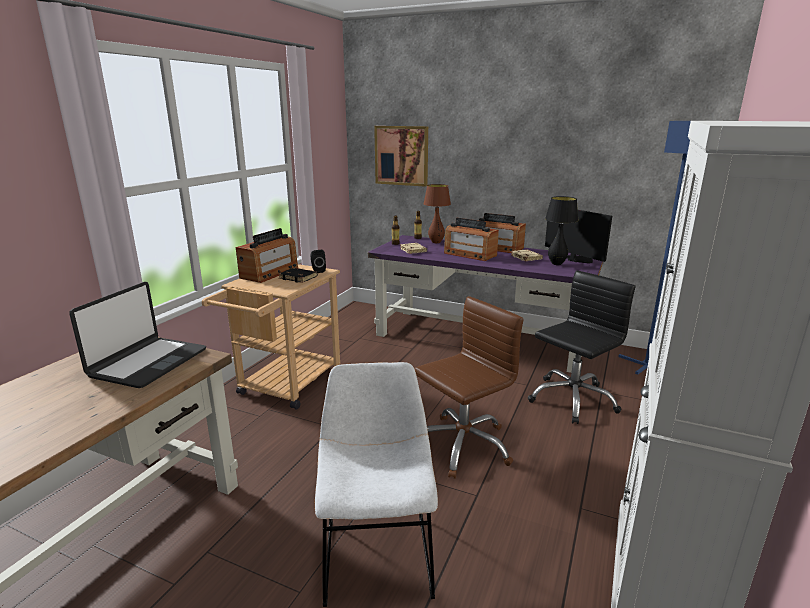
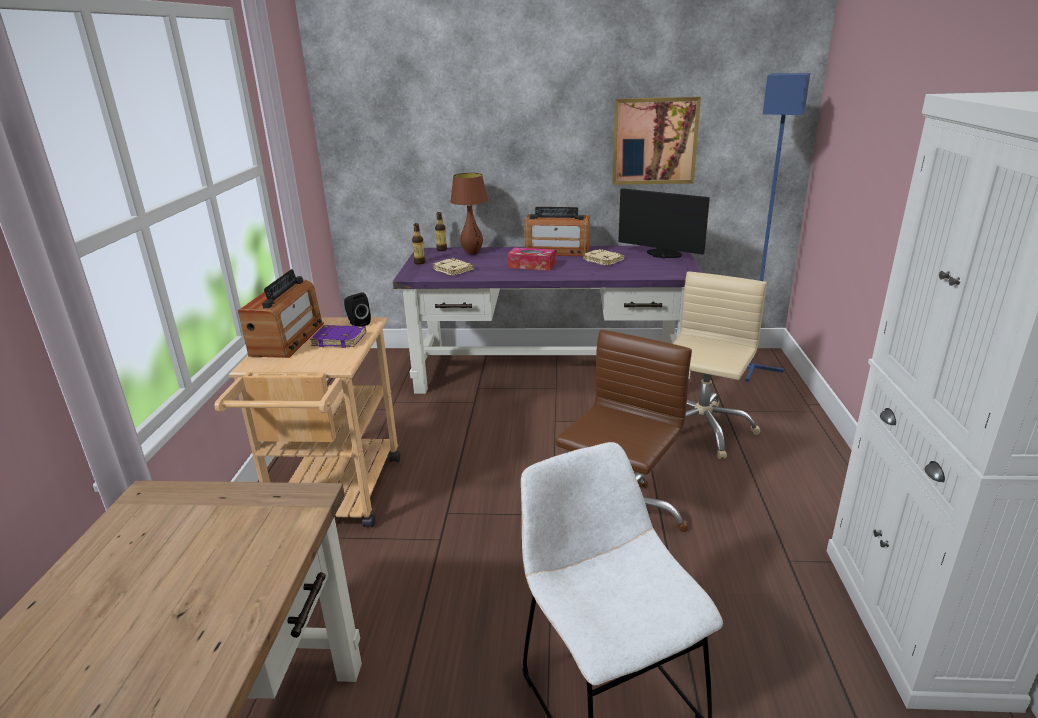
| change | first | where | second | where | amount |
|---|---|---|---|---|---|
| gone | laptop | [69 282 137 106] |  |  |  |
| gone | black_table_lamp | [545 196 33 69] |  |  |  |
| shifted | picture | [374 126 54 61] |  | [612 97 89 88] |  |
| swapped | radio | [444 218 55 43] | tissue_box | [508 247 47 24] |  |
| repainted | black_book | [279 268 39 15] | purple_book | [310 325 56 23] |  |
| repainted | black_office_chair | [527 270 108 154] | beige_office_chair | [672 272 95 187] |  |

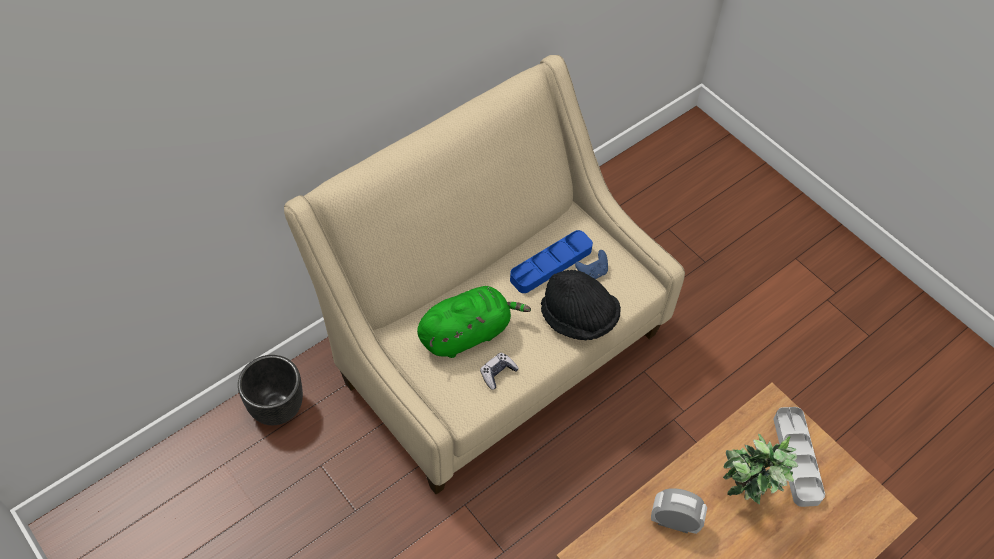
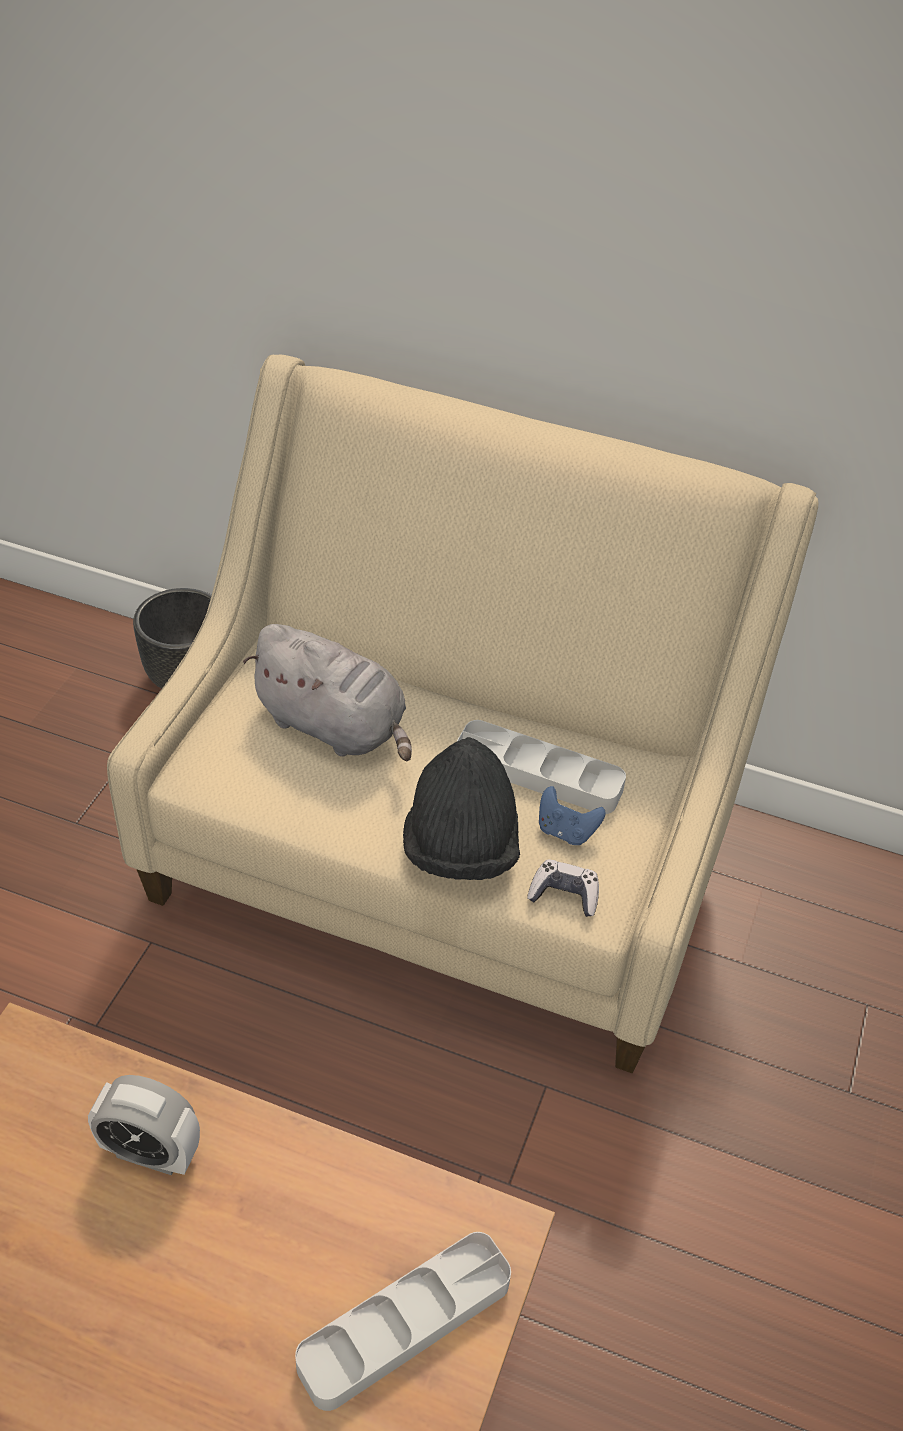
| change | first | where | second | where | amount |
|---|---|---|---|---|---|
| gone | potted_plant | [723 434 75 70] |  |  |  |
| shifted | game_controller | [480 353 39 37] |  | [527 860 72 57] |  |
| repainted | green_plush_toy | [417 286 114 72] | grey_plush_toy | [243 624 169 137] |  |
| repainted | blue_tray | [510 230 83 63] | grey_tray | [457 720 169 94] |  |
| rotated | alarm_clock | [651 488 56 46] |  | [88 1075 112 100] | 120 degrees clockwise |

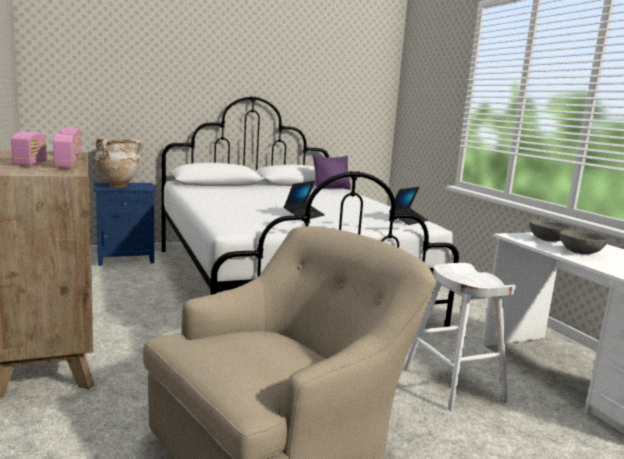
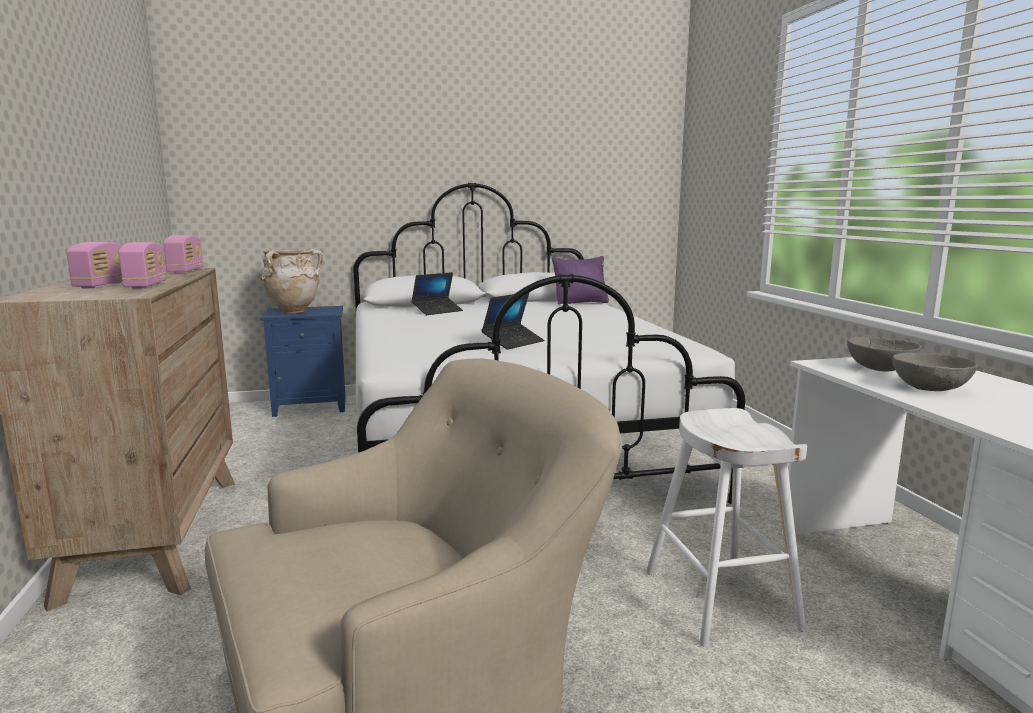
| change | first | where | second | where | amount |
|---|---|---|---|---|---|
| shifted | laptop | [389 187 39 38] |  | [411 272 52 43] |  |

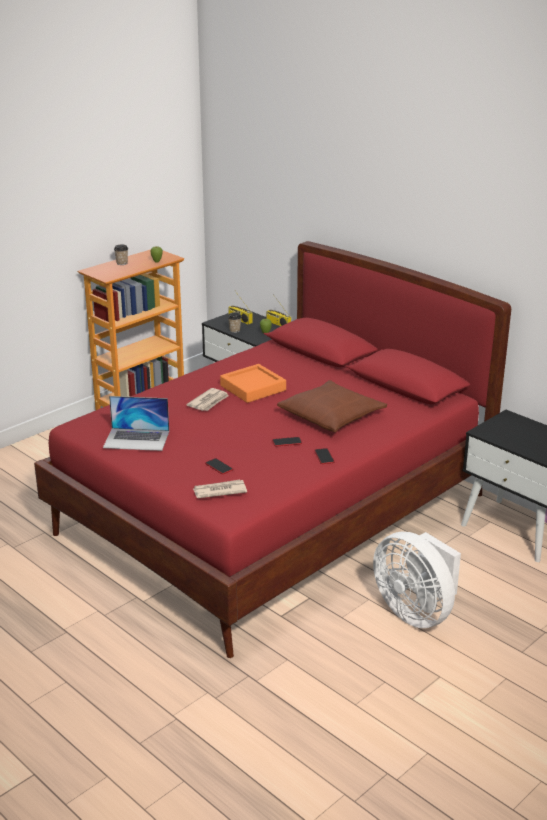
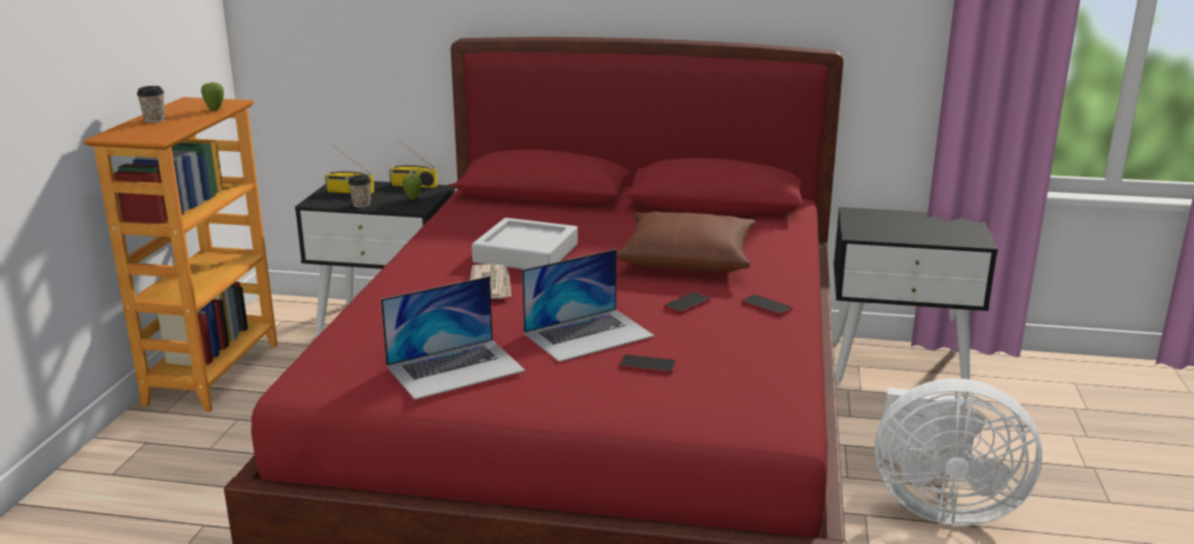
| change | first | where | second | where | amount |
|---|---|---|---|---|---|
| gone | newspaper | [193 480 54 18] |  |  |  |
| new |  |  | laptop | [522 249 132 113] |  |
| repainted | orange_tray | [220 364 66 39] | grey_tray | [472 218 106 51] |  |

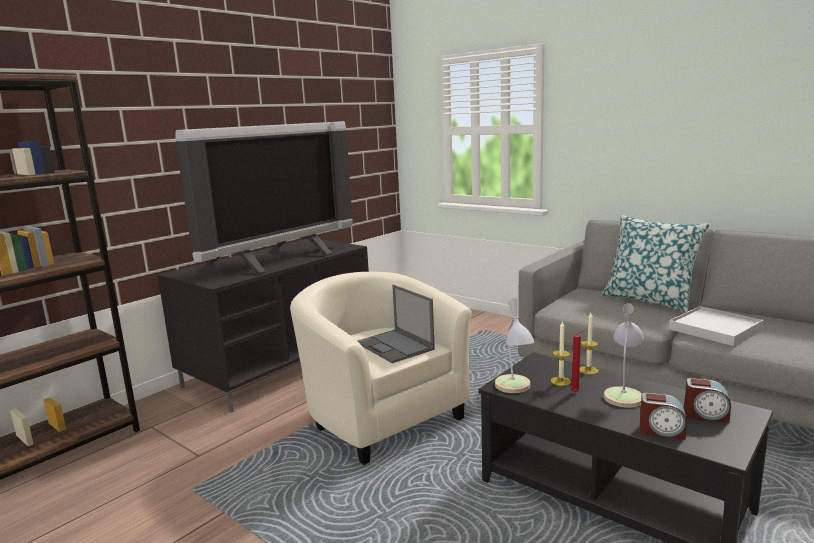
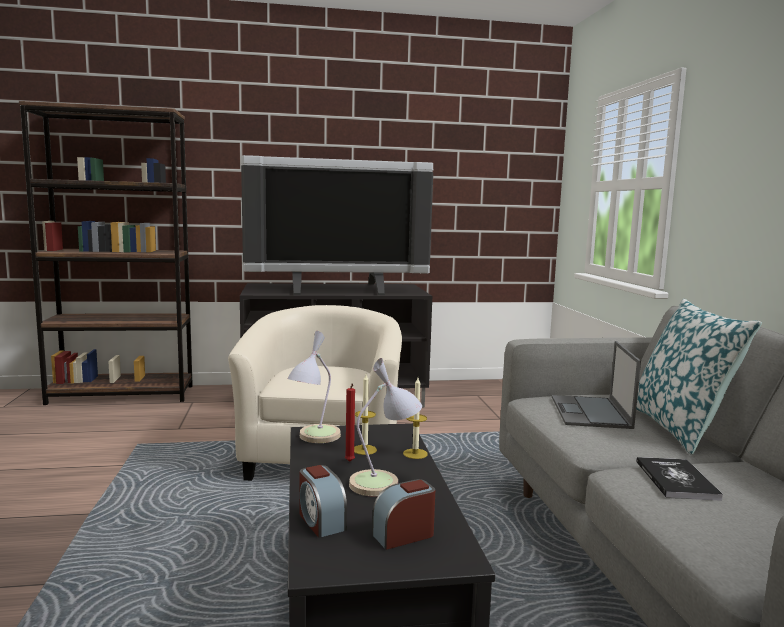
| change | first | where | second | where | amount |
|---|---|---|---|---|---|
| shifted | laptop | [357 285 78 78] |  | [552 341 89 88] |  |
| swapped | white_tray | [669 306 95 40] | book | [636 457 87 44] |  |
| rotated | alarm_clock | [684 378 47 45] |  | [372 479 63 71] | 90 degrees clockwise |

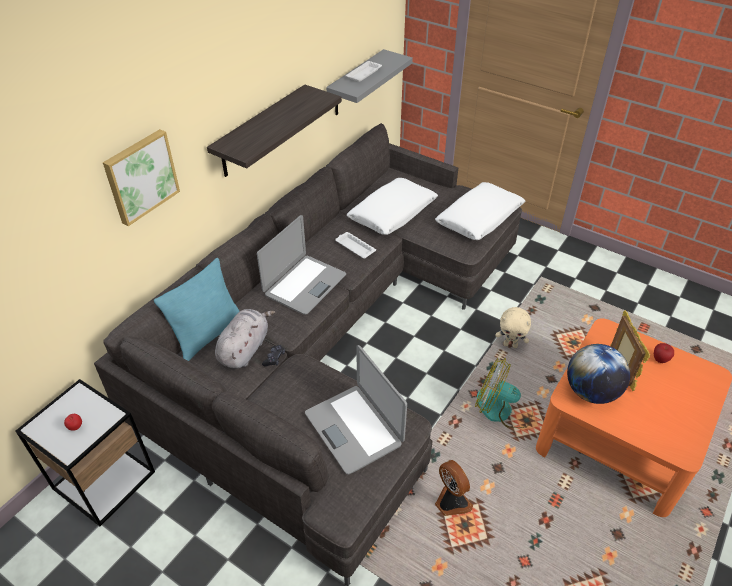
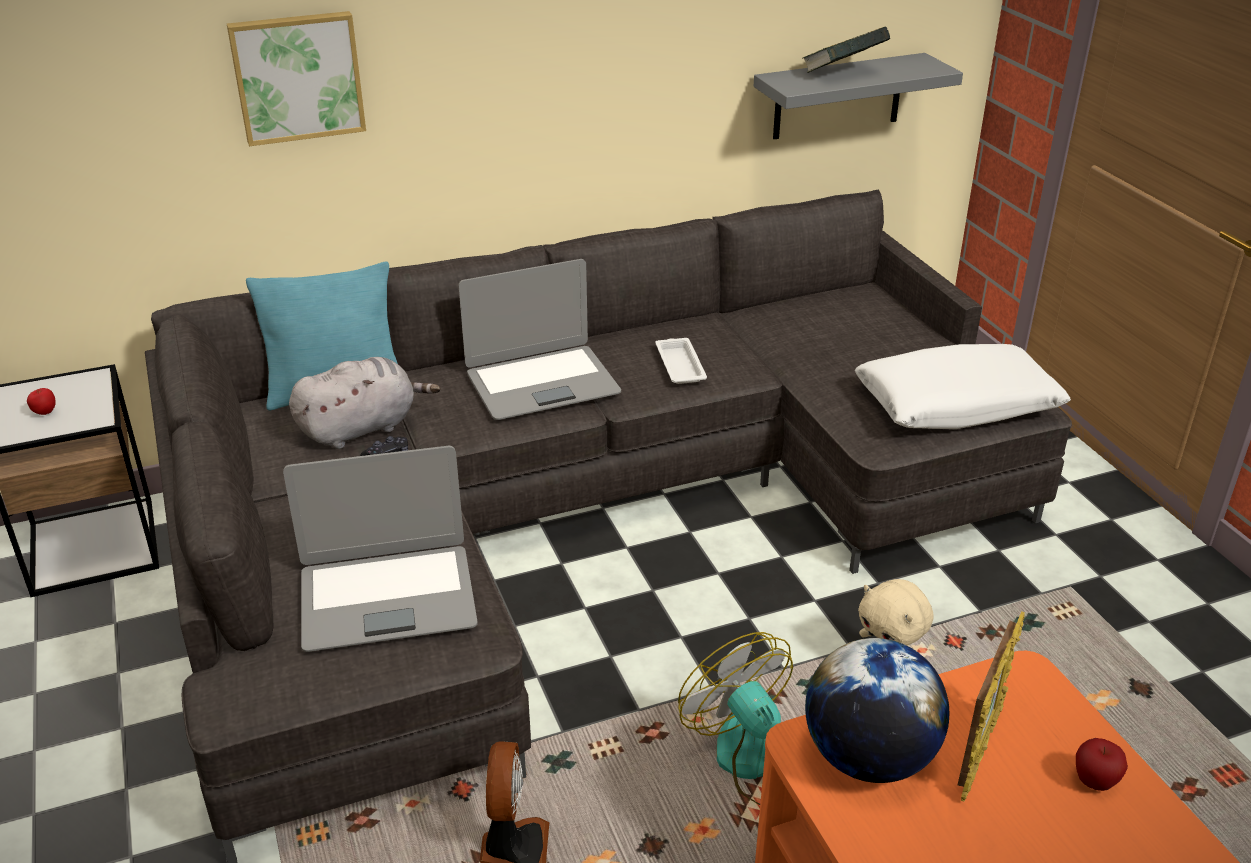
| change | first | where | second | where | amount |
|---|---|---|---|---|---|
| gone | shelf | [207 84 135 93] |  |  |  |
| gone | white_pillow | [347 178 91 57] |  |  |  |
| swapped | white_tray | [346 61 36 21] | book | [802 27 89 46] |  |
| rotated | laptop | [305 345 102 129] |  | [283 446 195 206] | 105 degrees counterclockwise |

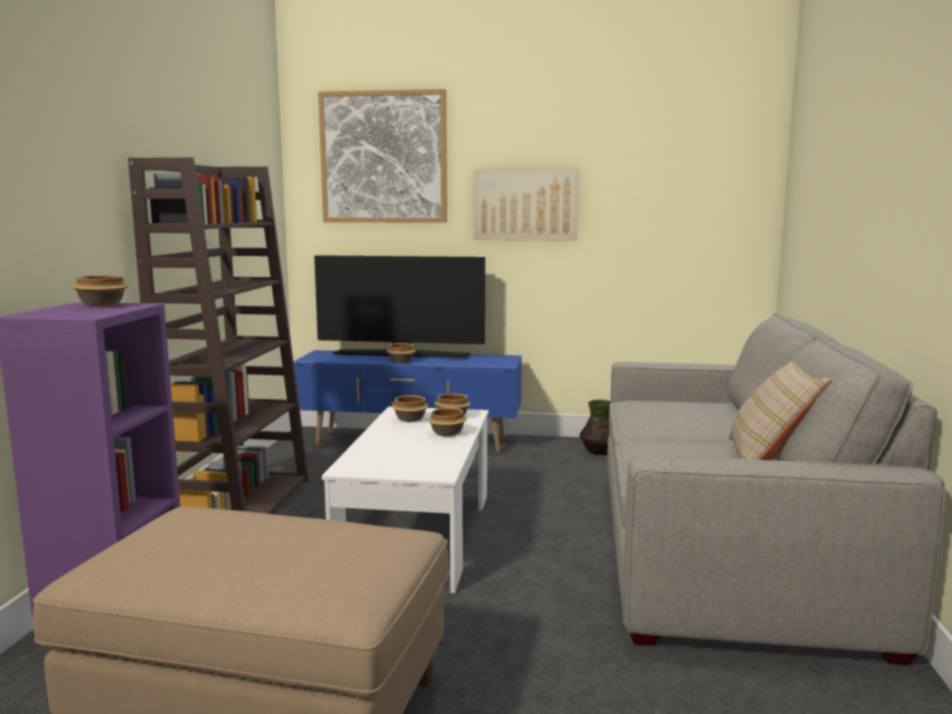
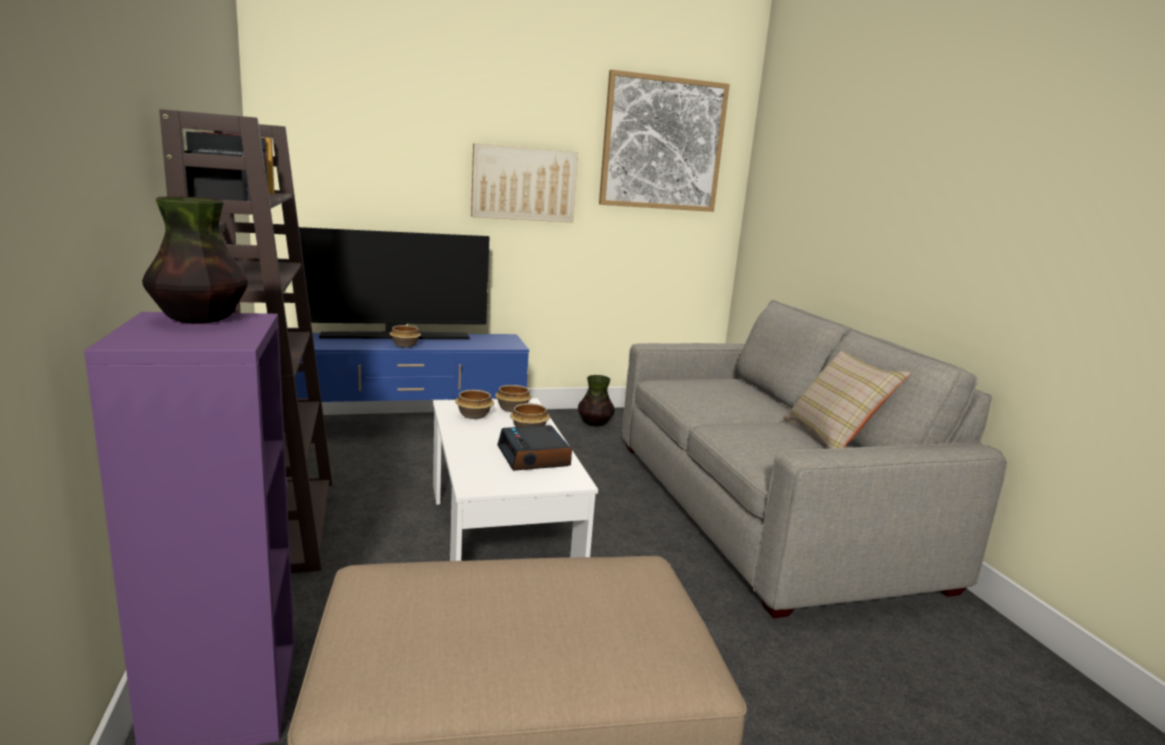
| change | first | where | second | where | amount |
|---|---|---|---|---|---|
| new |  |  | alarm_clock | [497 425 75 46] |  |
| shifted | picture | [318 89 129 134] |  | [599 70 131 142] |  |
| swapped | bowl | [73 275 55 32] | vase | [142 196 106 127] |  |

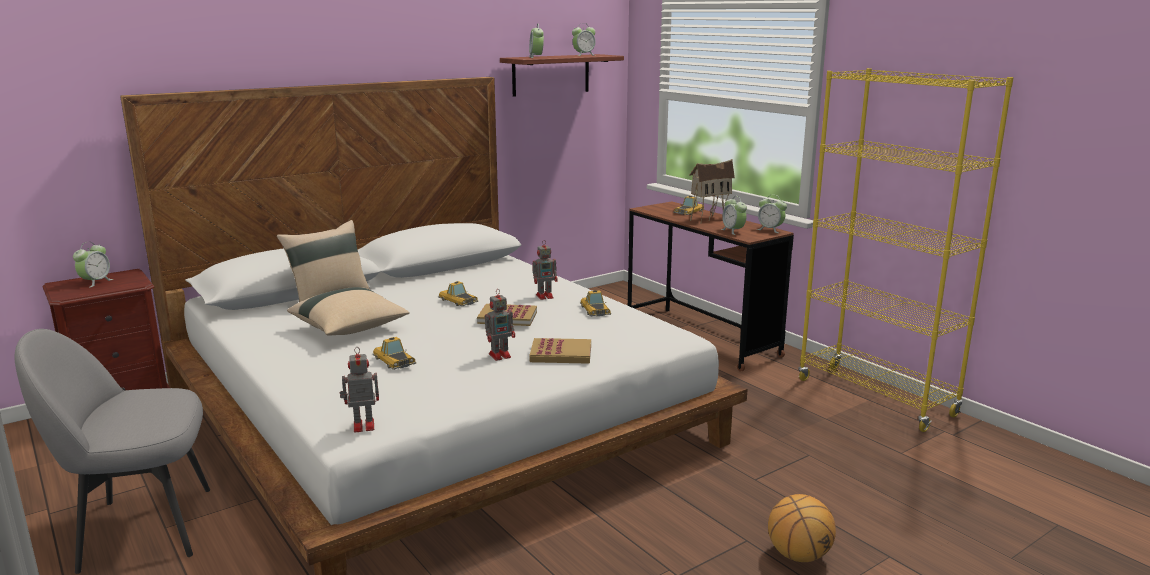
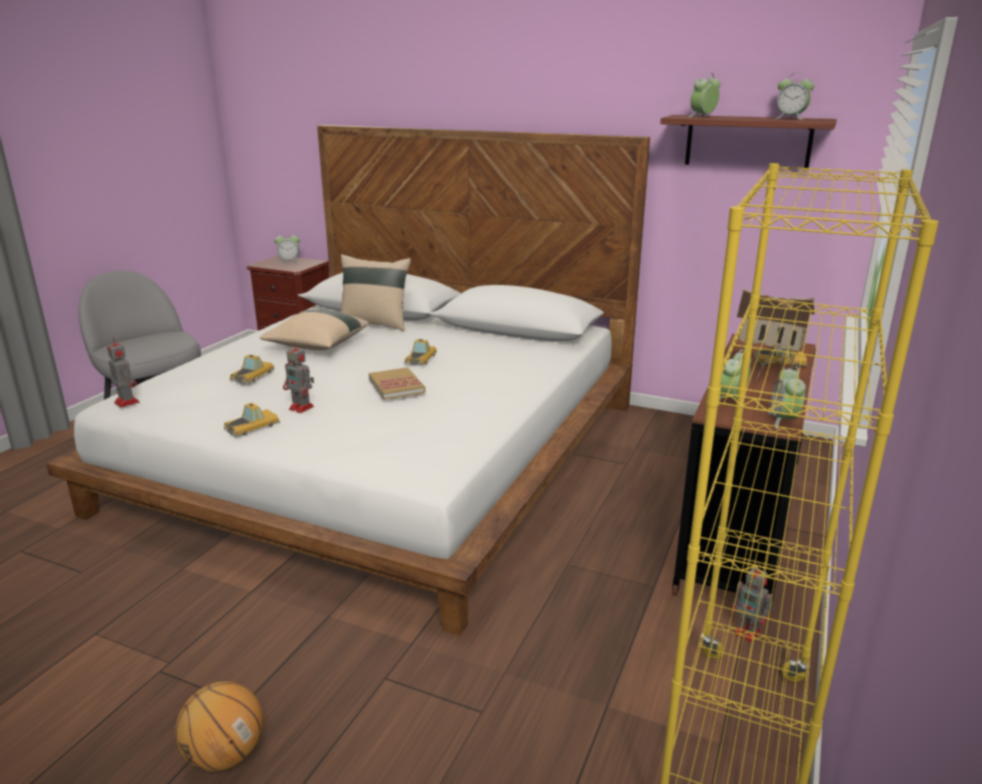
| change | first | where | second | where | amount |
|---|---|---|---|---|---|
| gone | book | [530 338 61 26] |  |  |  |
| shifted | toy_robot | [533 240 25 60] |  | [731 564 43 79] |  |
| shifted | toy_car | [580 290 31 26] |  | [224 403 56 34] |  |

